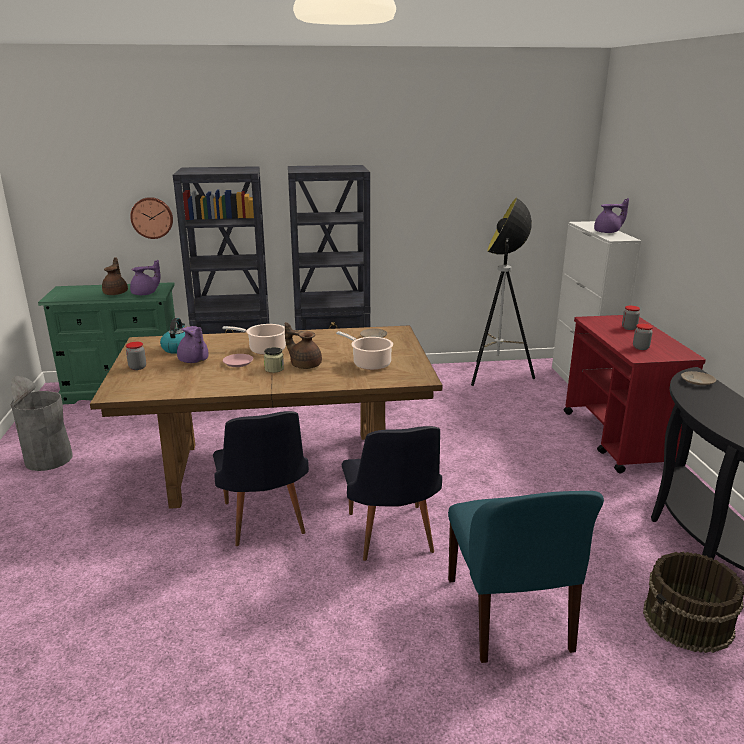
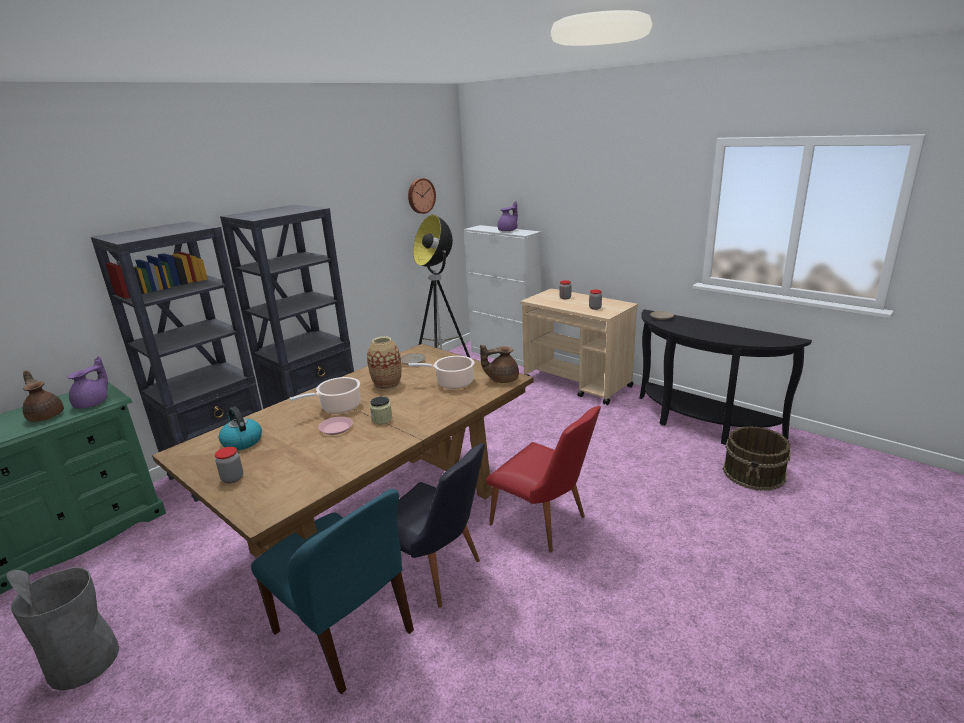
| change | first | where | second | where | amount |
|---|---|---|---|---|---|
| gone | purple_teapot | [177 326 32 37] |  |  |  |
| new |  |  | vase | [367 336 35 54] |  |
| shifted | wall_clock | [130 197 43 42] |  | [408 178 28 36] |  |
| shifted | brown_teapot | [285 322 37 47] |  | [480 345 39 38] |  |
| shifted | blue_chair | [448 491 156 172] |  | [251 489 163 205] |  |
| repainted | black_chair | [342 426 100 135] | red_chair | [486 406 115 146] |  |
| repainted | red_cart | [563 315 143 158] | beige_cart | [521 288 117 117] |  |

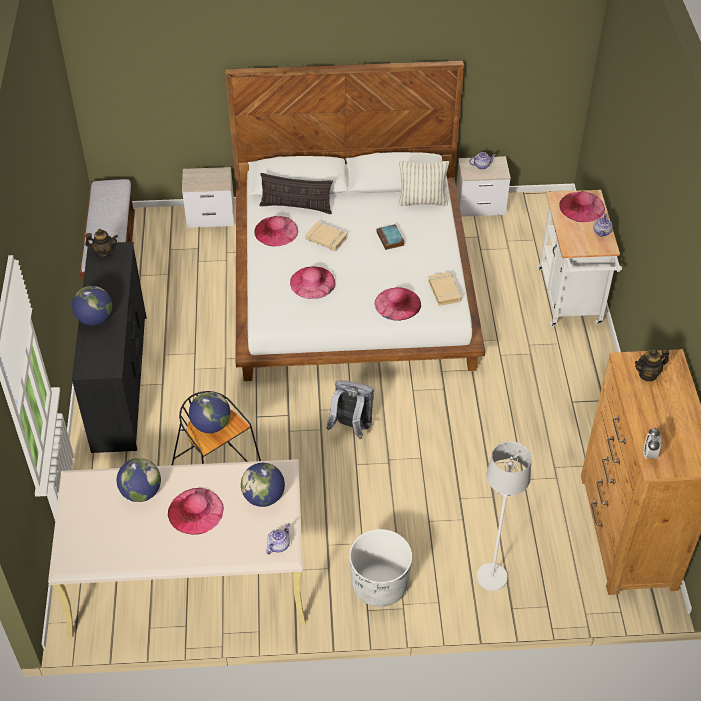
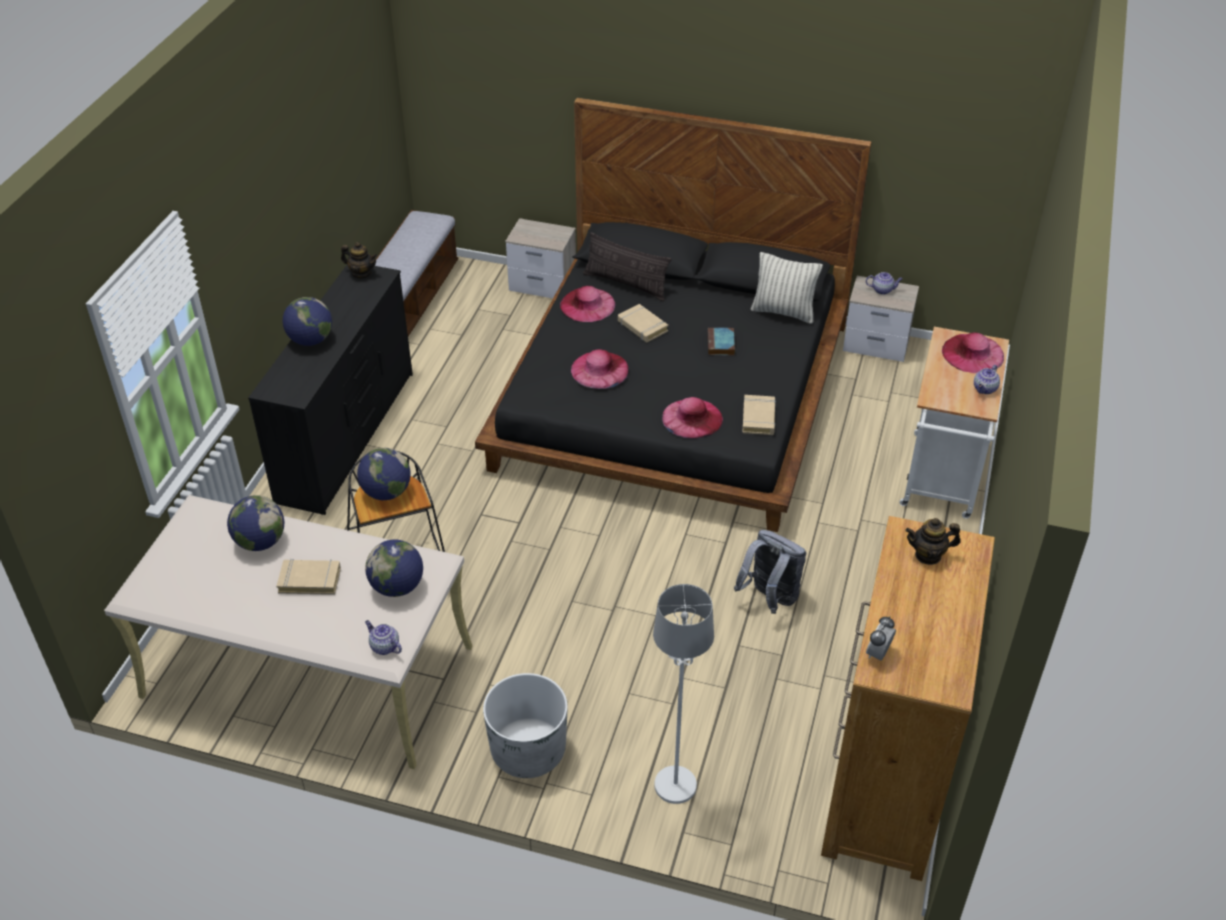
| change | first | where | second | where | amount |
|---|---|---|---|---|---|
| shifted | grey_backpack | [327 380 47 59] |  | [734 530 72 84] |  |
| swapped | pink_hat | [168 488 56 47] | beige_book | [276 559 65 36] |  |
| repainted | white_bed | [225 61 260 320] | black_bed | [475 97 396 435] |  |
| rotated | teapot | [266 523 24 31] |  | [365 620 37 35] | 105 degrees counterclockwise |

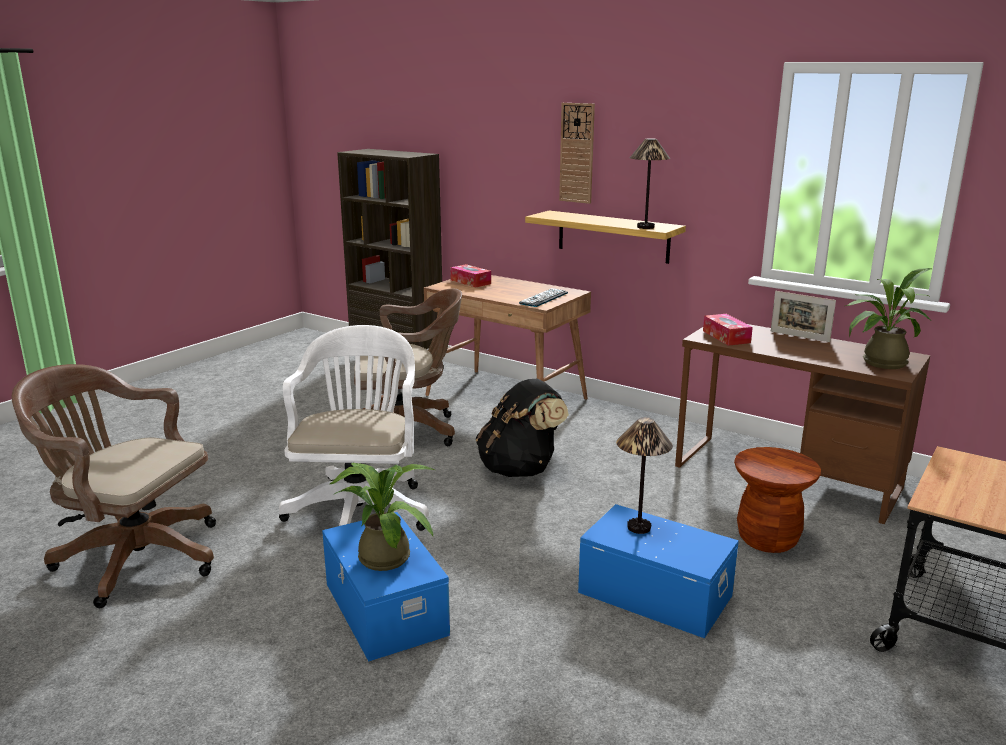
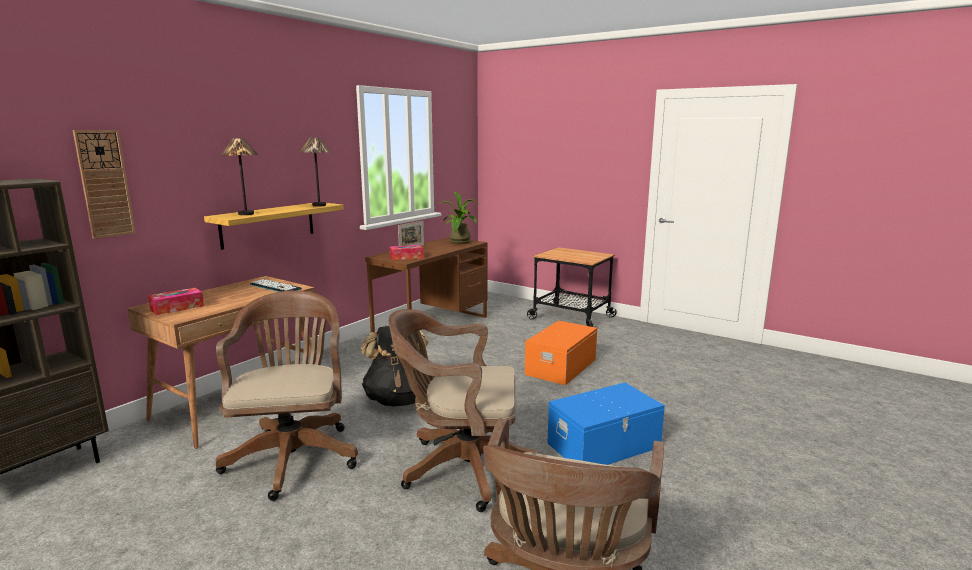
| change | first | where | second | where | amount |
|---|---|---|---|---|---|
| gone | potted_plant | [330 462 105 109] |  |  |  |
| gone | brown_stool | [734 447 87 106] |  |  |  |
| shifted | wall_clock | [559 103 36 101] |  | [73 130 62 109] |  |
| shifted | table_lamp | [616 417 57 117] |  | [221 138 37 77] |  |
| repainted | white_office_chair | [279 325 150 206] | brown_office_chair | [388 309 151 203] |  |
| repainted | blue_storage_box | [578 504 161 134] | orange_storage_box | [525 321 72 64] |  |

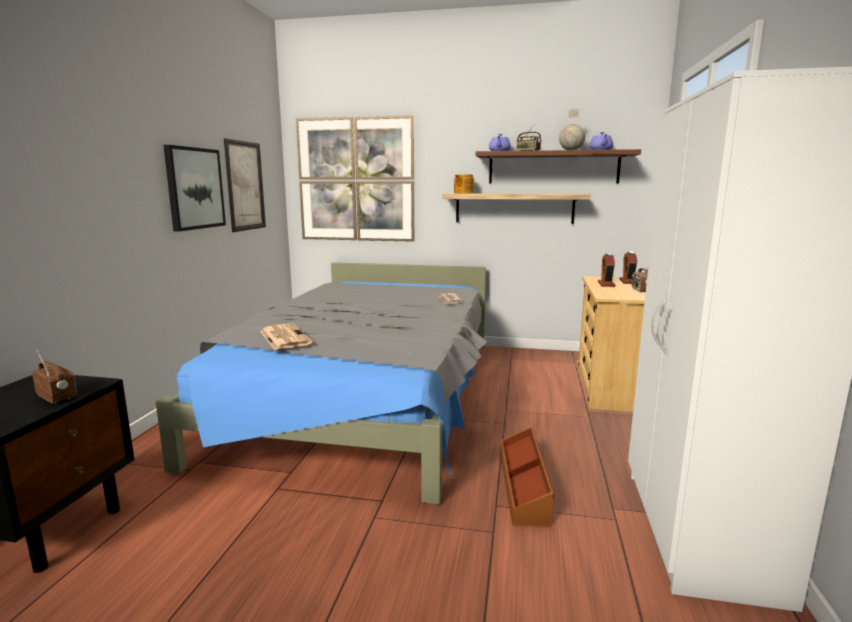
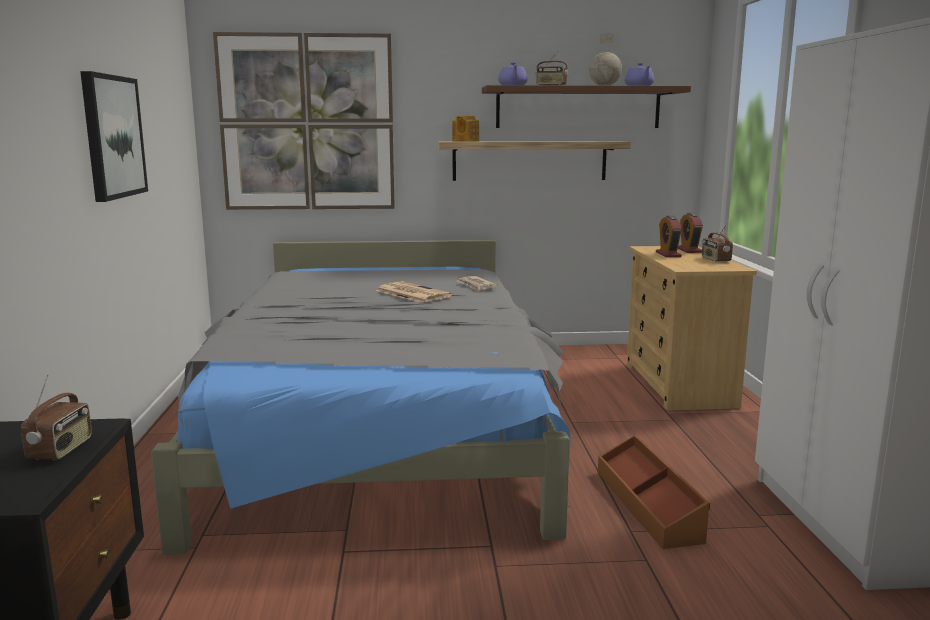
| change | first | where | second | where | amount |
|---|---|---|---|---|---|
| gone | picture | [224 139 42 93] |  |  |  |
| shifted | newspaper | [260 323 53 27] |  | [376 281 76 22] |  |
| rotated | radio | [32 349 45 54] |  | [21 375 71 85] | 75 degrees clockwise |

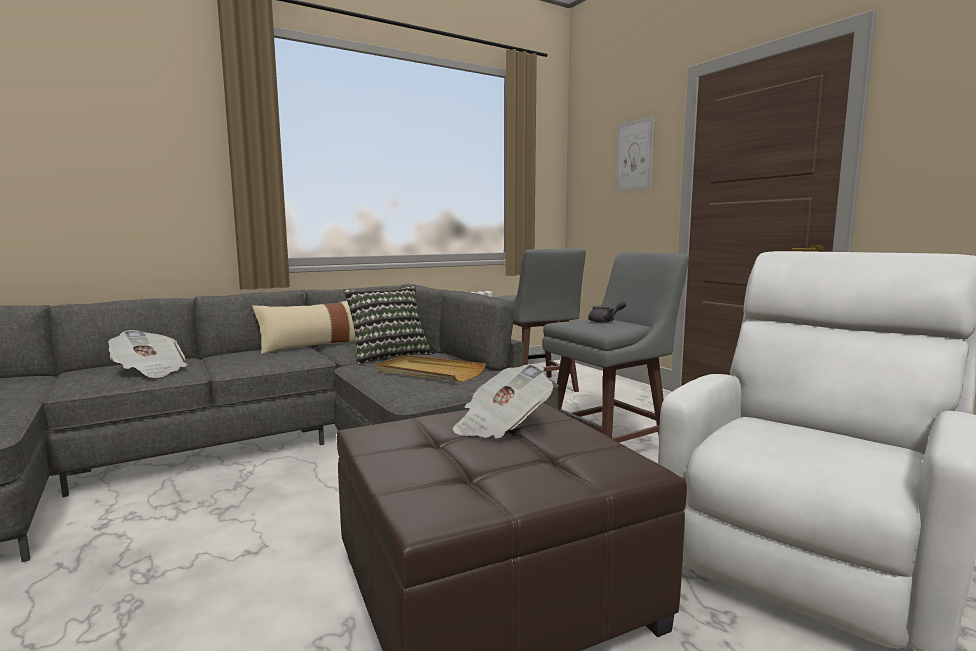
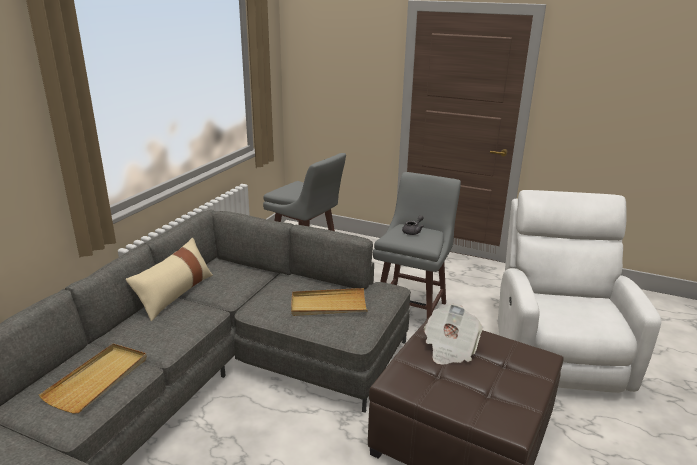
| change | first | where | second | where | amount |
|---|---|---|---|---|---|
| gone | pillow | [344 285 89 79] |  |  |  |
| gone | picture | [616 116 38 75] |  |  |  |
| swapped | newspaper | [108 330 79 48] | beige_tray | [39 344 108 70] |  |

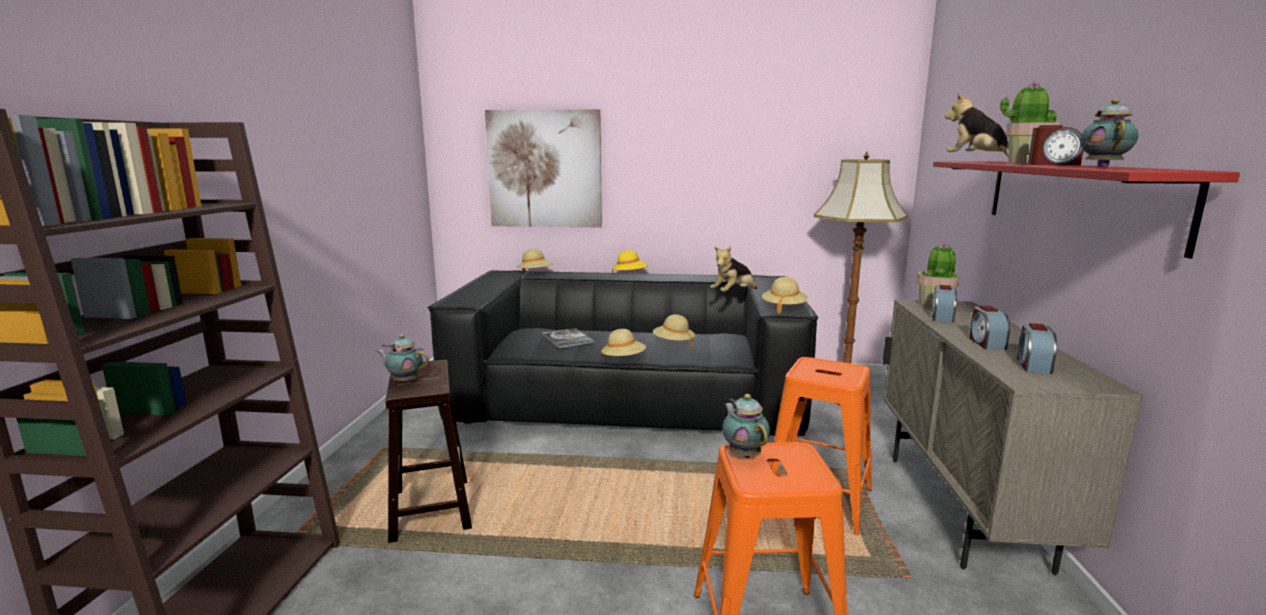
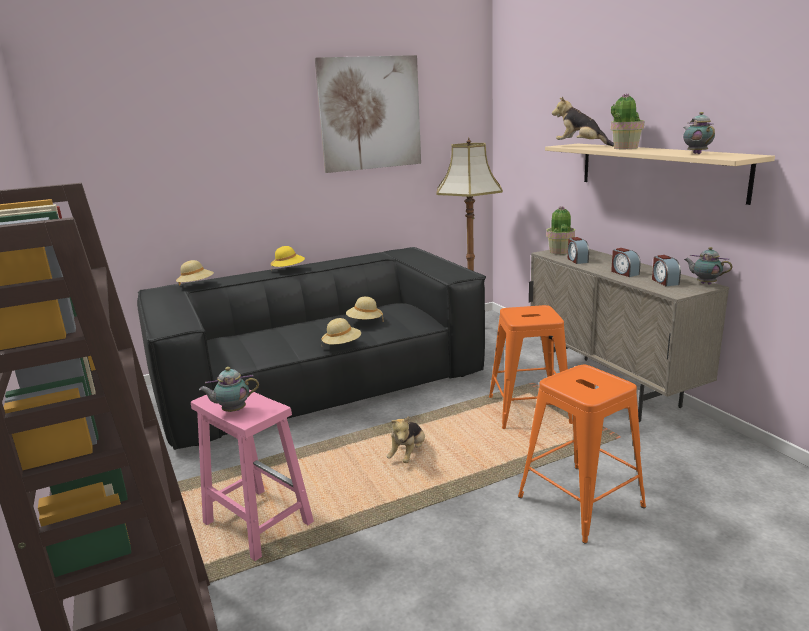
| change | first | where | second | where | amount |
|---|---|---|---|---|---|
| gone | book | [542 328 53 20] |  |  |  |
| gone | beige_hat | [762 277 46 37] |  |  |  |
| gone | alarm_clock | [1028 125 56 40] |  |  |  |
| shifted | picture | [485 109 117 118] |  | [315 55 106 118] |  |
| shifted | plush_toy | [710 246 47 46] |  | [387 416 38 47] |  |
| shifted | teapot | [722 394 48 64] |  | [684 247 48 38] |  |
| repainted | brown_stool | [386 360 86 183] | pink_stool | [191 389 123 172] |  |
| repainted | red_shelf | [933 161 307 97] | beige_shelf | [545 144 230 61] |  |

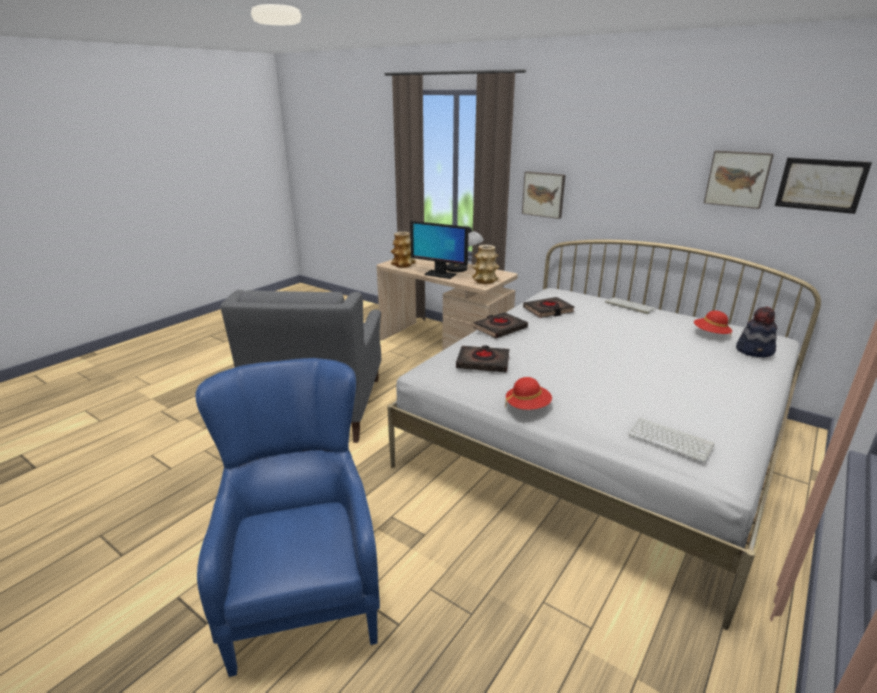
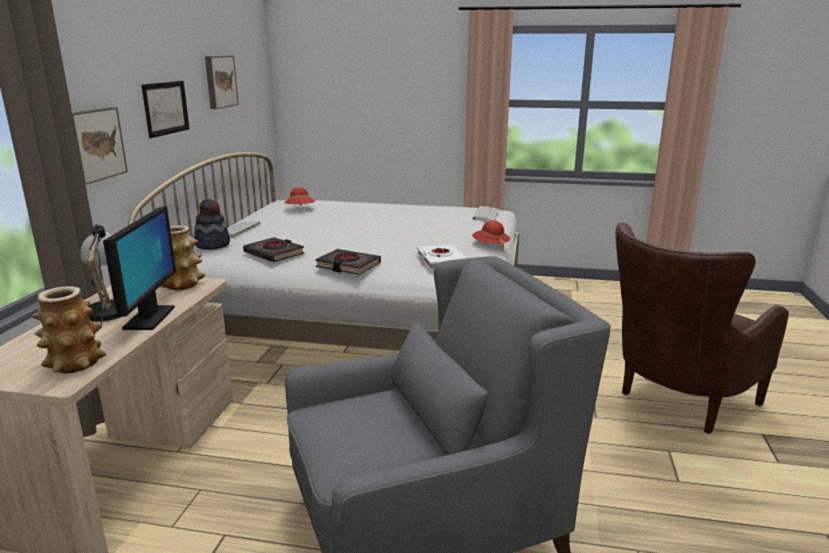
| change | first | where | second | where | amount |
|---|---|---|---|---|---|
| shifted | hat | [736 306 41 51] |  | [194 199 36 51] |  |
| shifted | picture | [775 158 97 56] |  | [142 81 48 57] |  |
| repainted | blue_armchair | [195 358 185 319] | brown_armchair | [615 223 173 211] |  |
| repainted | black_book | [456 345 53 28] | white_book | [417 244 50 26] |  |

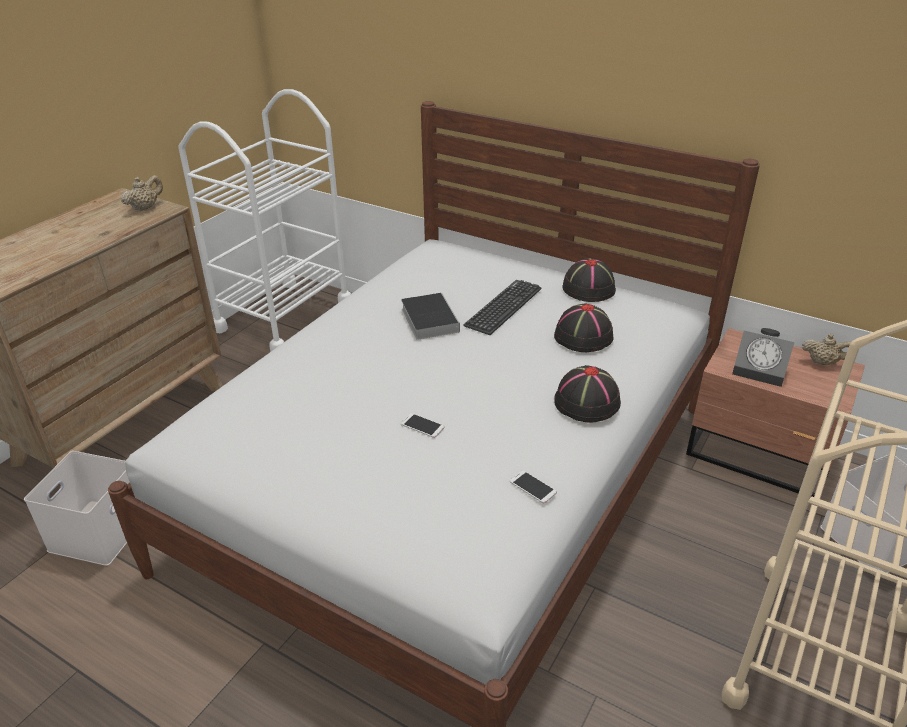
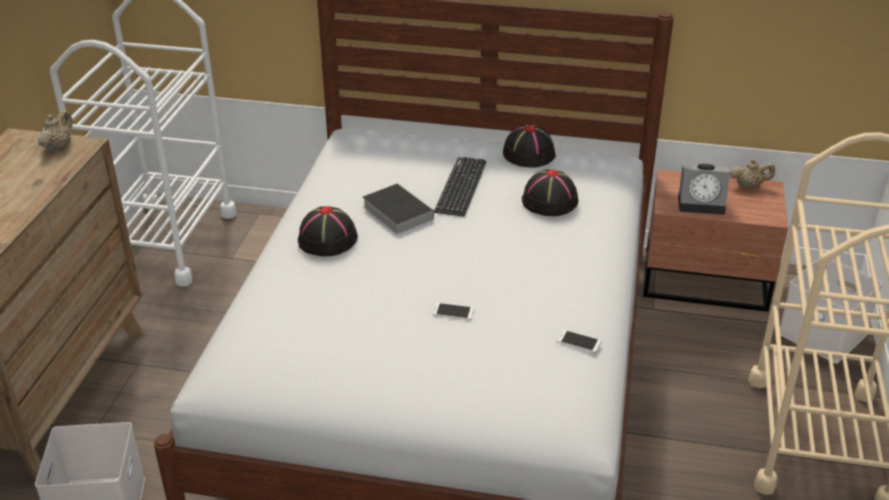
| change | first | where | second | where | amount |
|---|---|---|---|---|---|
| shifted | black_hat | [554 365 67 57] |  | [298 206 60 50] |  |

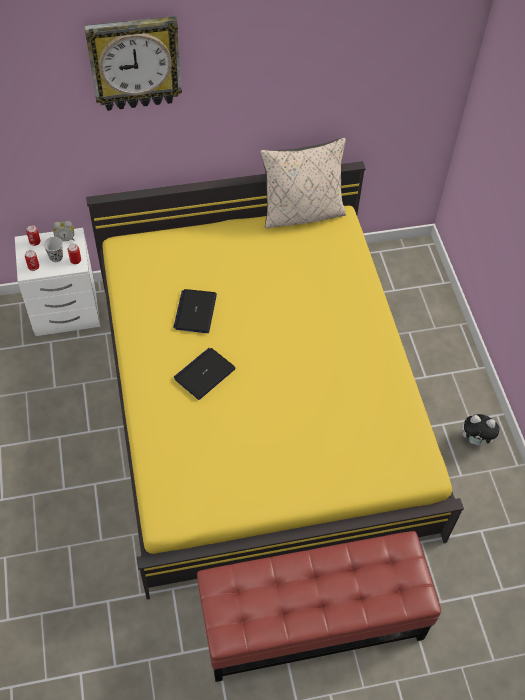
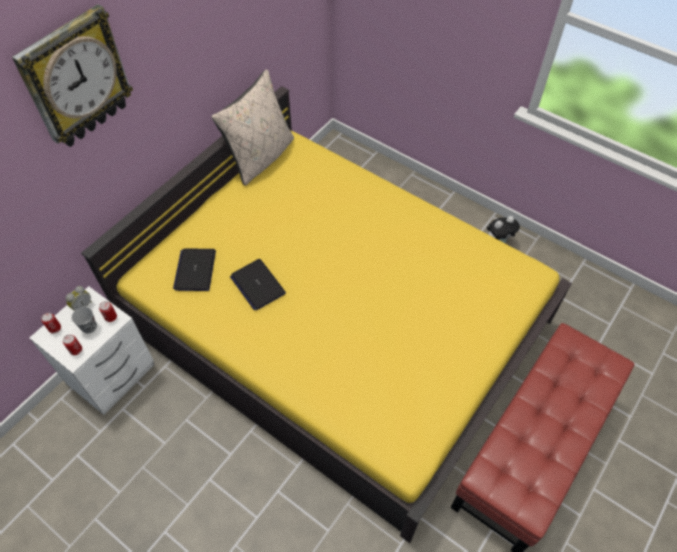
| change | first | where | second | where | amount |
|---|---|---|---|---|---|
| shifted | laptop | [174 348 62 52] |  | [173 249 43 42] |  |

